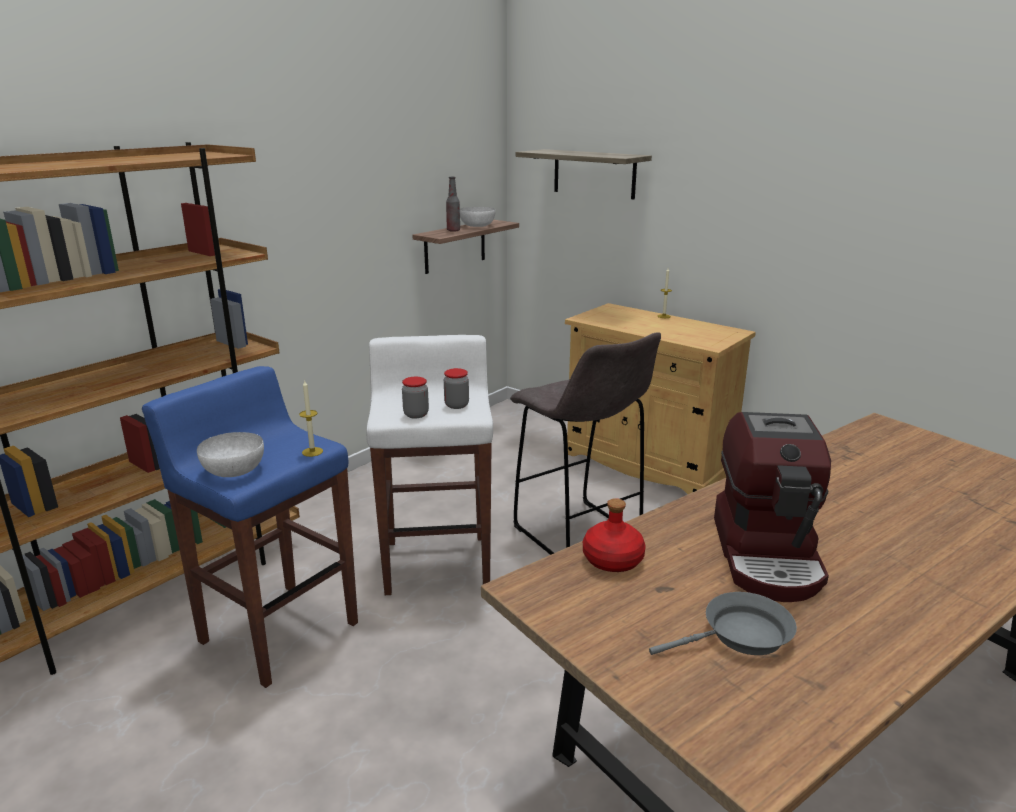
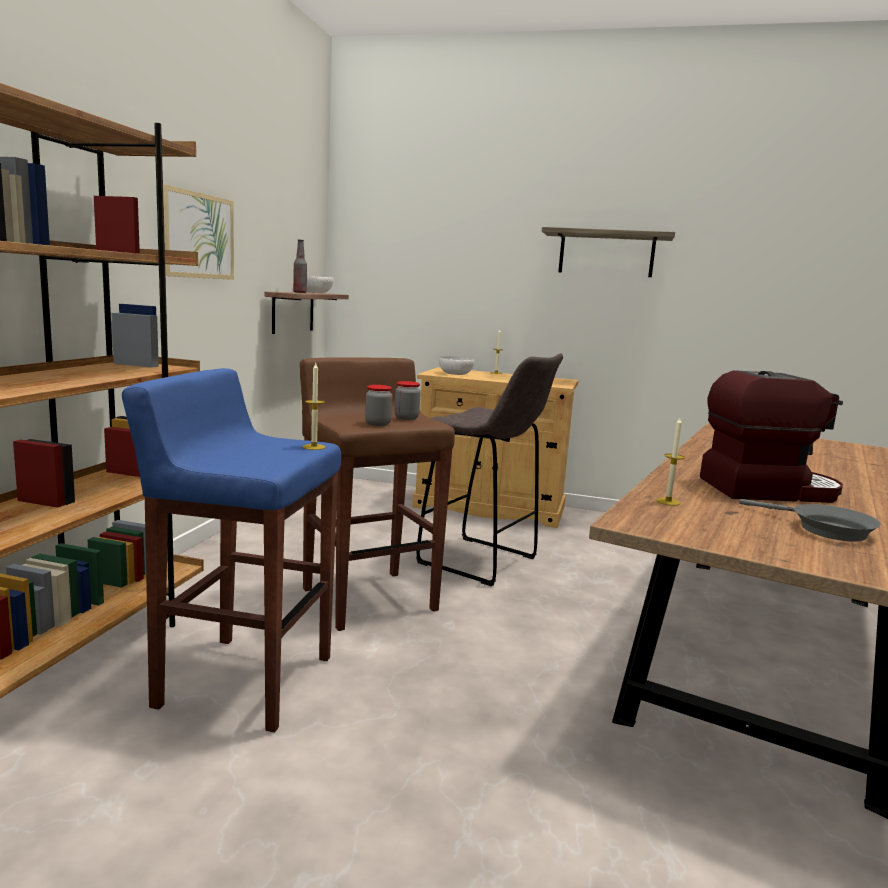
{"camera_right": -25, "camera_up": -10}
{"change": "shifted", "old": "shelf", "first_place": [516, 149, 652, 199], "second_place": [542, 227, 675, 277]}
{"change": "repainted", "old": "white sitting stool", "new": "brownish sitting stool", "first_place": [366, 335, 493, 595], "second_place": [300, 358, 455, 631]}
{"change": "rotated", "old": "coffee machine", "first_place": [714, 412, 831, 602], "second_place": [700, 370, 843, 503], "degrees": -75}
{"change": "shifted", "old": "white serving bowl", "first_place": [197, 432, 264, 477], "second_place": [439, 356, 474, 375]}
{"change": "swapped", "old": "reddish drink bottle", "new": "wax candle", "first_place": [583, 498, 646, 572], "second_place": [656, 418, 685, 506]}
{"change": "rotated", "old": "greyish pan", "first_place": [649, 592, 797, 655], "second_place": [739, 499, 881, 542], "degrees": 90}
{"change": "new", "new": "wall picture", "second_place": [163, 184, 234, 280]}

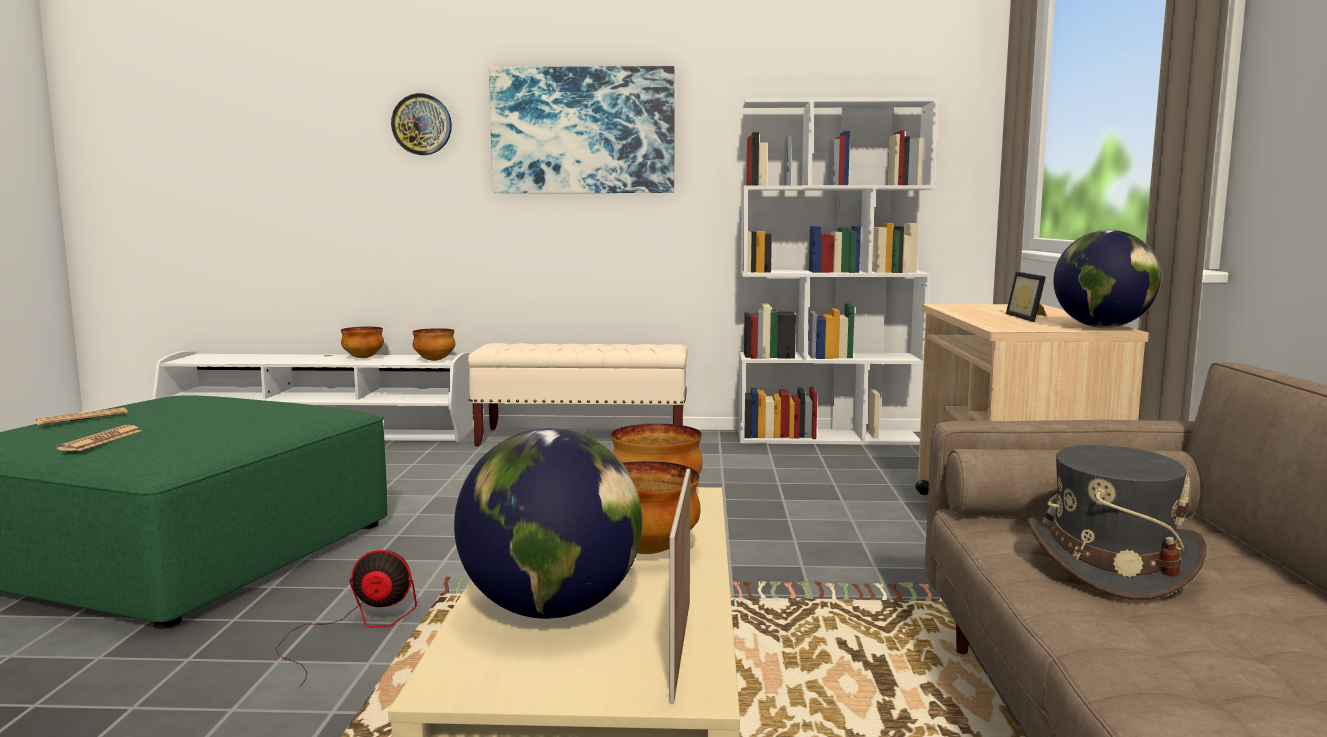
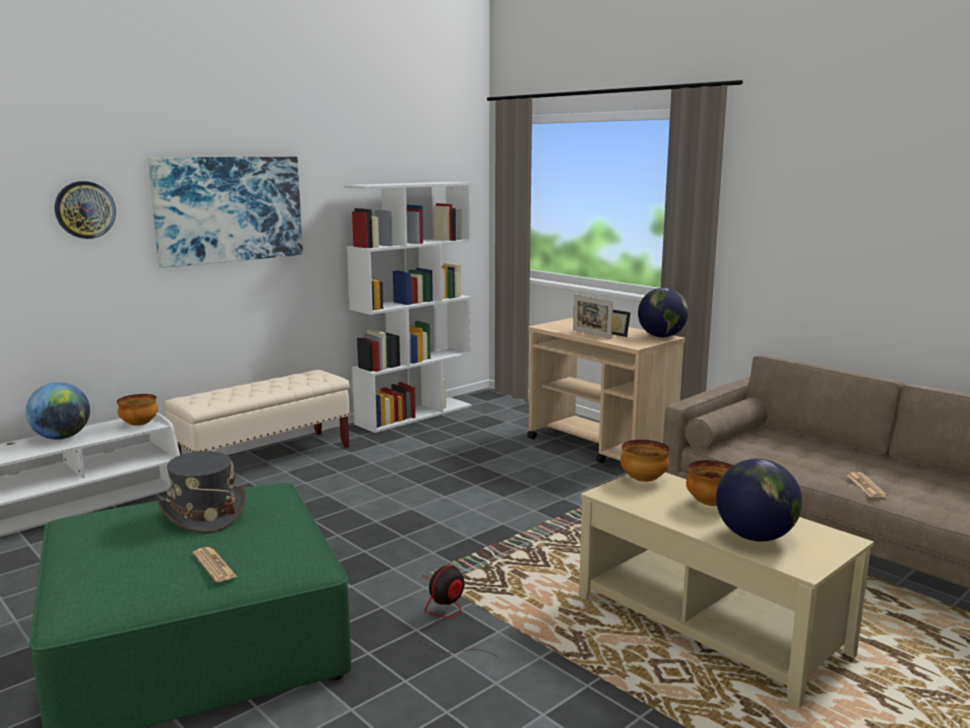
{"camera_right": -45, "camera_up": 5}
{"change": "swapped", "old": "serving bowl", "new": "world globe", "first_place": [341, 327, 384, 358], "second_place": [26, 382, 90, 439]}
{"change": "shifted", "old": "printed paper", "first_place": [35, 407, 128, 425], "second_place": [847, 472, 887, 498]}
{"change": "shifted", "old": "greyish wearable hat", "first_place": [1028, 445, 1206, 600], "second_place": [158, 451, 246, 533]}
{"change": "shifted", "old": "photo frame", "first_place": [669, 469, 690, 703], "second_place": [573, 294, 613, 339]}

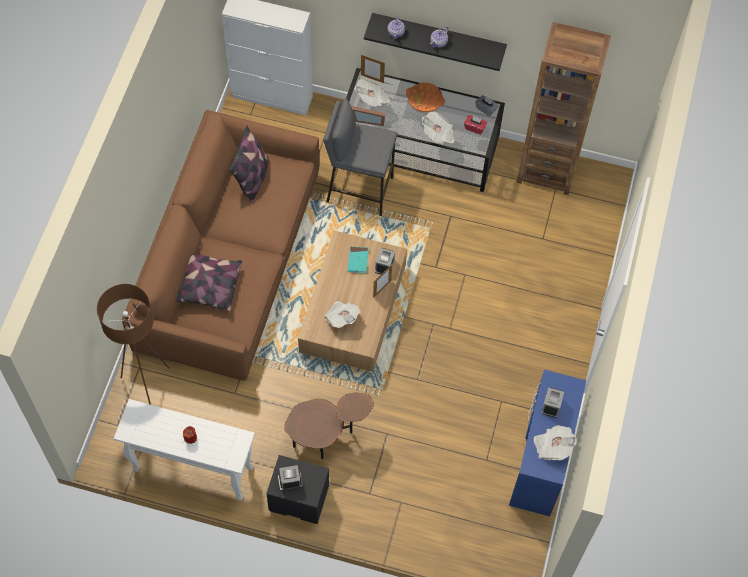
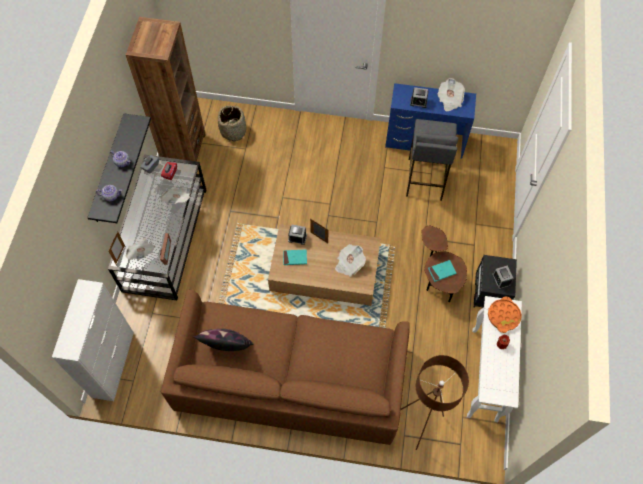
{"camera_right": -95, "camera_up": 0}
{"change": "shifted", "old": "orangey tray", "first_place": [405, 83, 445, 112], "second_place": [488, 297, 522, 333]}
{"change": "shifted", "old": "greyish sitting stool", "first_place": [323, 98, 397, 216], "second_place": [406, 119, 458, 201]}
{"change": "gone", "old": "cushion", "first_place": [175, 255, 242, 312]}
{"change": "new", "new": "storage basket", "second_place": [218, 105, 246, 142]}
{"change": "new", "new": "turquoise-coloured bound book", "second_place": [428, 260, 456, 282]}

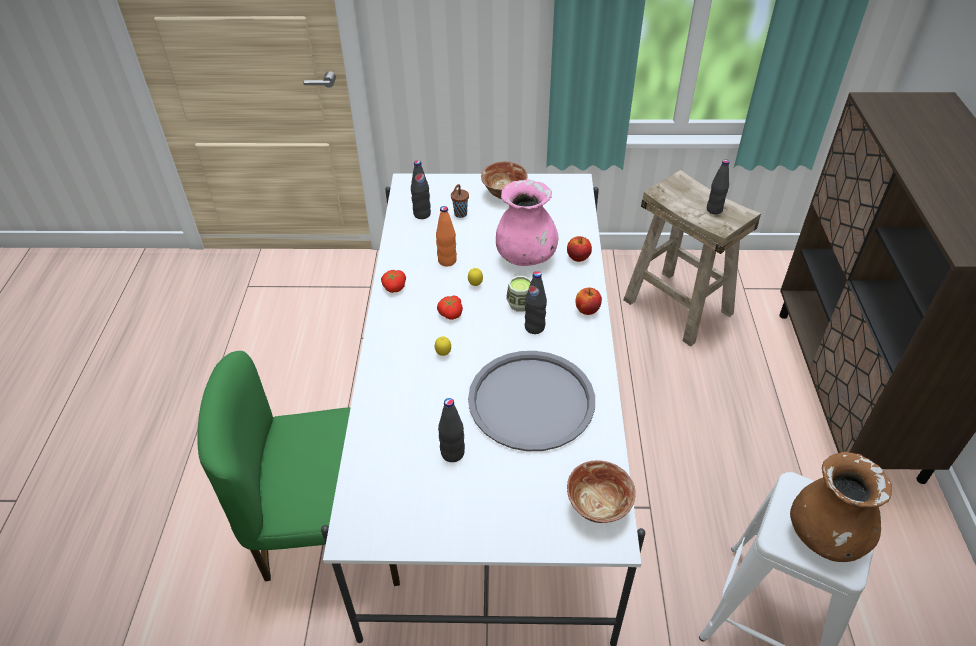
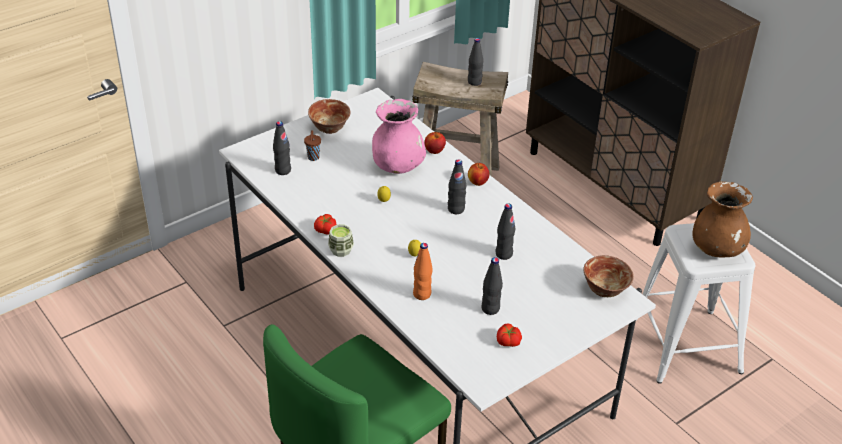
{"camera_right": -40, "camera_up": -5}
{"change": "shifted", "old": "orangey drink bottle", "first_place": [436, 206, 457, 267], "second_place": [413, 243, 433, 300]}
{"change": "shifted", "old": "cup", "first_place": [506, 276, 531, 312], "second_place": [328, 224, 354, 257]}
{"change": "shifted", "old": "tomato", "first_place": [437, 295, 463, 320], "second_place": [497, 323, 522, 347]}
{"change": "swapped", "old": "greyish tray", "new": "black-coloured drink bottle", "first_place": [468, 351, 595, 451], "second_place": [496, 203, 515, 260]}

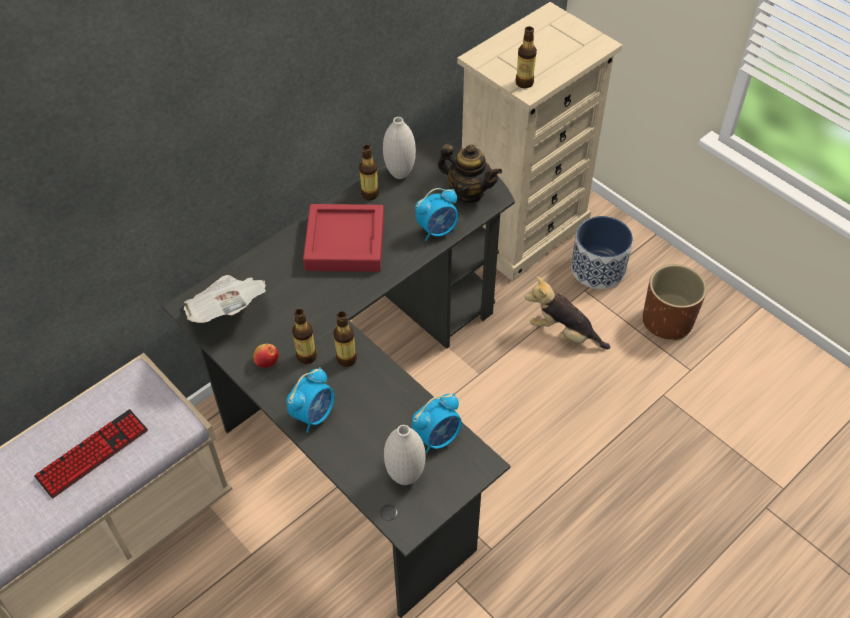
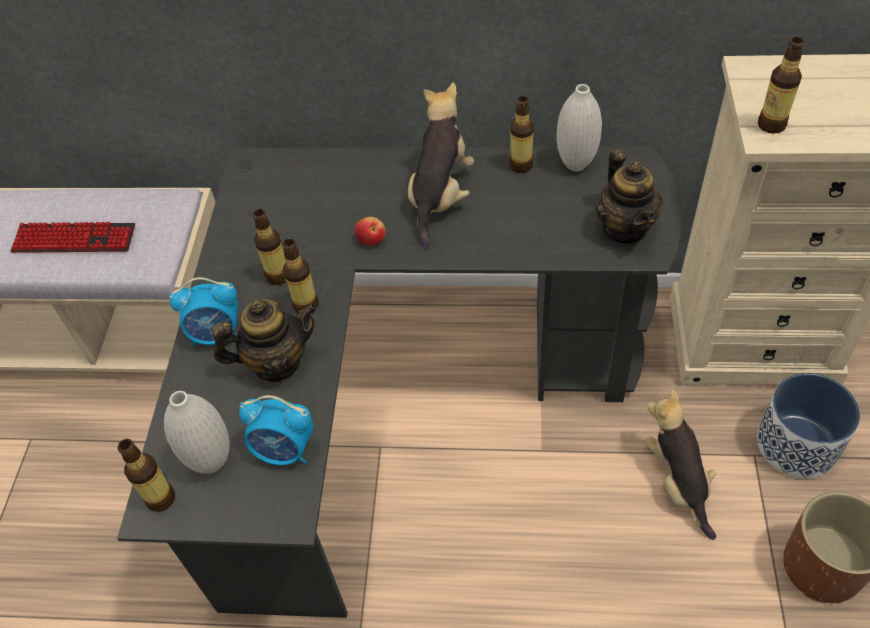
{"camera_right": 50, "camera_up": 0}
{"change": "gone", "old": "bedside clock", "first_place": [415, 188, 458, 241]}
{"change": "swapped", "old": "reddish tray", "new": "soft toy", "first_place": [303, 204, 384, 272], "second_place": [408, 82, 474, 249]}
{"change": "gone", "old": "printed paper", "first_place": [184, 275, 266, 323]}
{"change": "shifted", "old": "whole apple", "first_place": [253, 344, 278, 368], "second_place": [355, 217, 386, 246]}
{"change": "new", "new": "pot for tea", "second_place": [212, 299, 317, 382]}
{"change": "new", "new": "drink bottle", "second_place": [118, 439, 175, 512]}

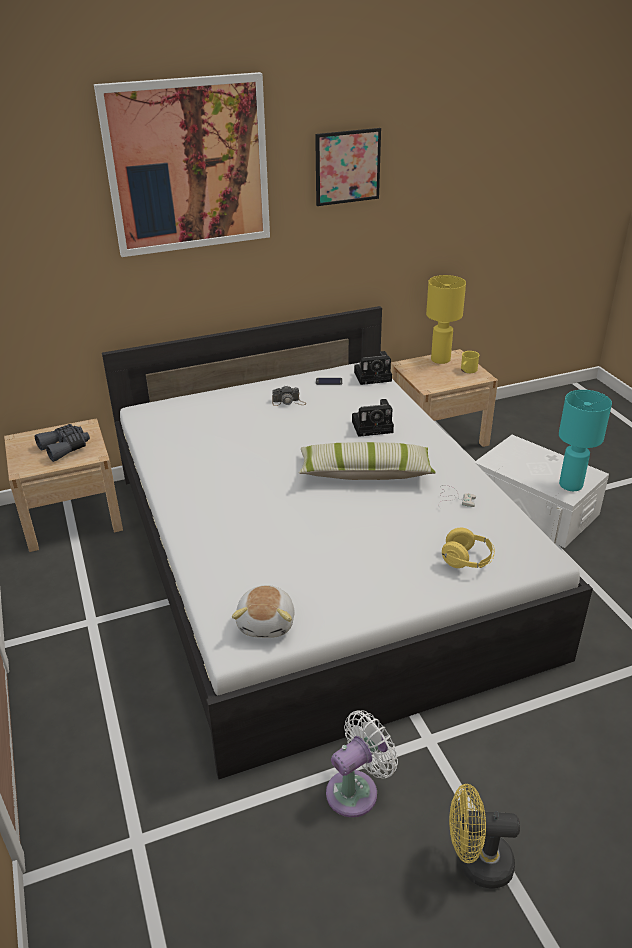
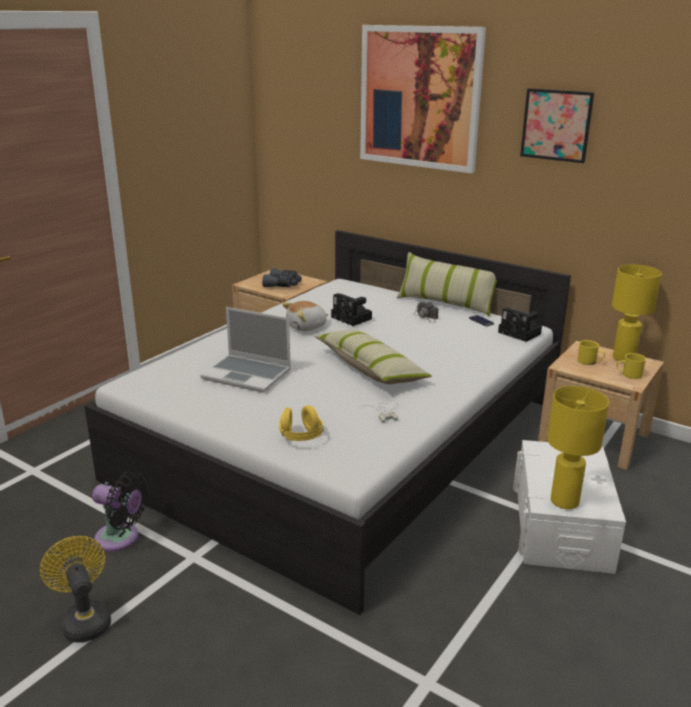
{"camera_right": 55, "camera_up": -10}
{"change": "repainted", "old": "turquoise-coloured table lamp", "new": "yellowish table lamp", "first_place": [559, 390, 612, 491], "second_place": [547, 386, 609, 509]}
{"change": "shifted", "old": "still camera", "first_place": [352, 399, 394, 437], "second_place": [331, 293, 372, 326]}
{"change": "shifted", "old": "soft toy", "first_place": [232, 585, 295, 638], "second_place": [282, 301, 329, 331]}
{"change": "repainted", "old": "white cooling fan", "new": "black-coloured cooling fan", "first_place": [326, 710, 398, 817], "second_place": [92, 471, 148, 551]}
{"change": "new", "new": "cushion", "second_place": [397, 252, 497, 316]}
{"change": "new", "new": "notebook computer", "second_place": [200, 307, 291, 393]}
{"change": "new", "new": "yellowish tea mug", "second_place": [577, 340, 605, 365]}

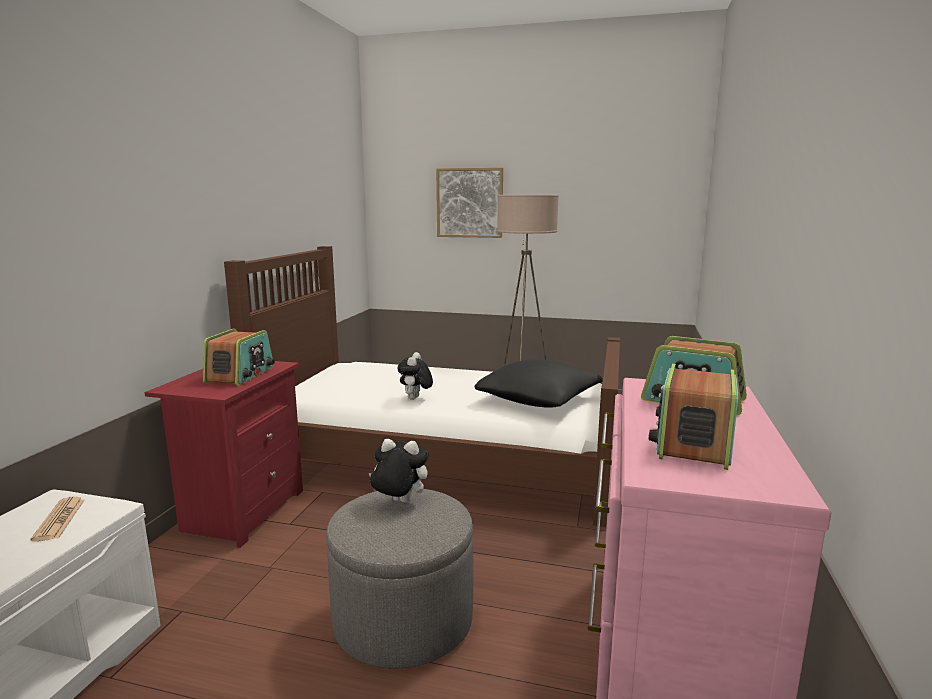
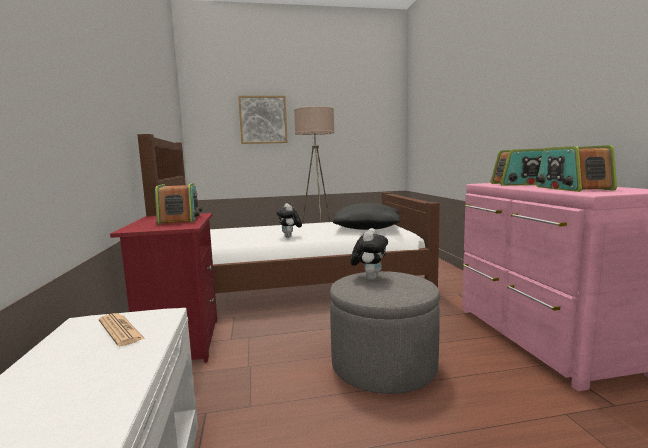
{"camera_right": -25, "camera_up": -5}
{"change": "rotated", "old": "soft toy", "first_place": [369, 439, 429, 503], "second_place": [350, 228, 388, 280], "degrees": 120}

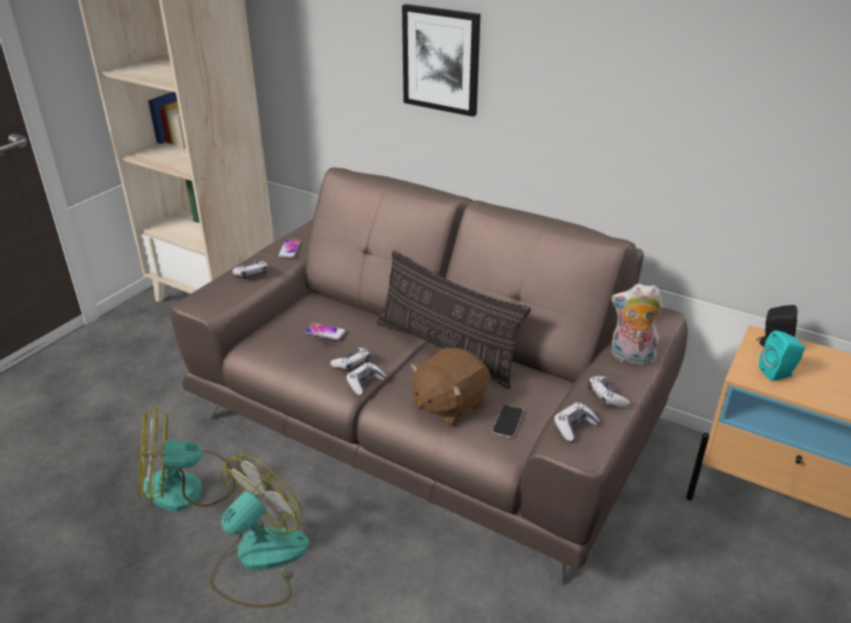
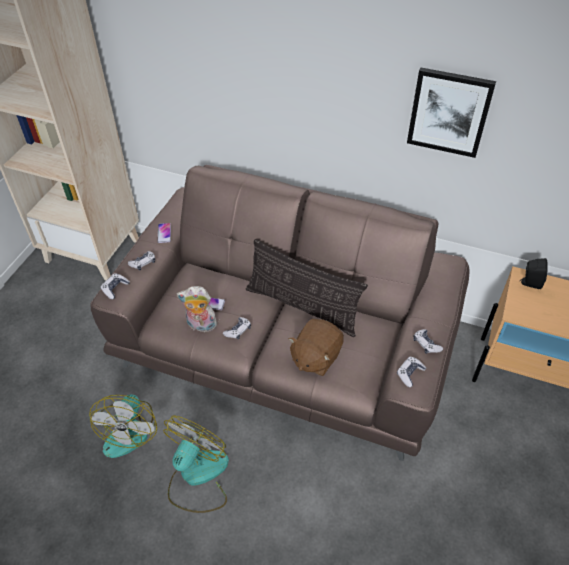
{"camera_right": -10, "camera_up": 15}
{"change": "shifted", "old": "wall picture", "first_place": [402, 4, 481, 117], "second_place": [407, 67, 496, 158]}
{"change": "shifted", "old": "soft toy", "first_place": [611, 284, 663, 368], "second_place": [177, 286, 217, 332]}
{"change": "gone", "old": "turquoise-coloured loudspeaker", "first_place": [759, 331, 805, 381]}
{"change": "shifted", "old": "joypad", "first_place": [346, 362, 387, 396], "second_place": [101, 273, 130, 299]}
{"change": "gone", "old": "telephone", "first_place": [492, 405, 523, 438]}
{"change": "rotated", "old": "cooling fan", "first_place": [139, 407, 236, 512], "second_place": [89, 395, 157, 458], "degrees": -60}

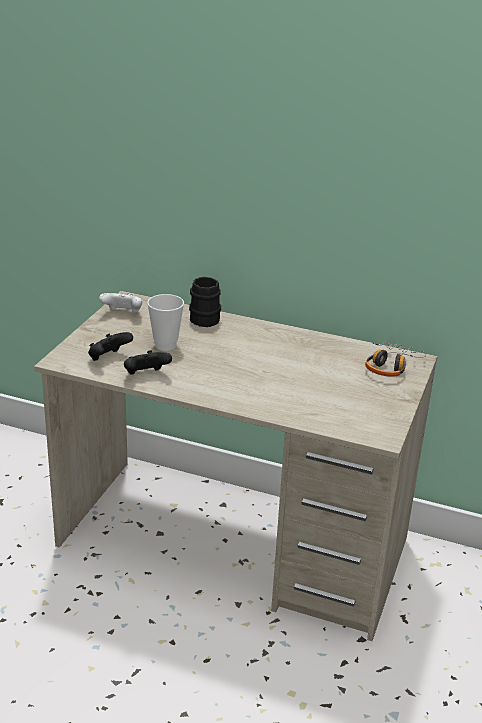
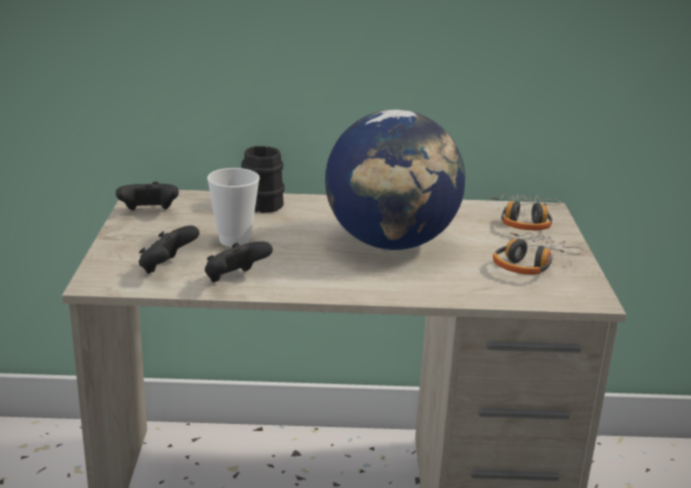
{"camera_right": -20, "camera_up": -5}
{"change": "repainted", "old": "white joypad", "new": "black-coloured joypad", "first_place": [99, 293, 142, 313], "second_place": [116, 182, 179, 210]}
{"change": "new", "new": "world globe", "second_place": [325, 110, 465, 250]}
{"change": "new", "new": "headphones", "second_place": [493, 232, 584, 275]}

